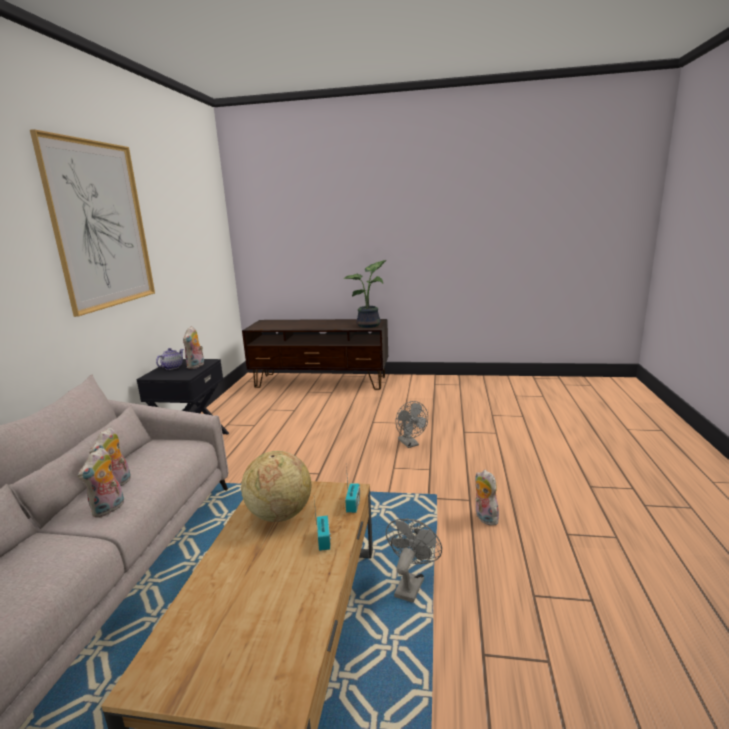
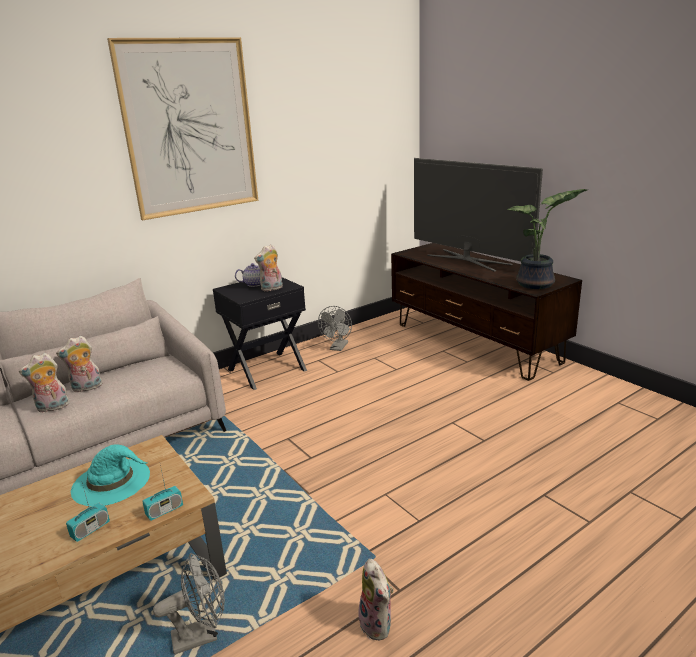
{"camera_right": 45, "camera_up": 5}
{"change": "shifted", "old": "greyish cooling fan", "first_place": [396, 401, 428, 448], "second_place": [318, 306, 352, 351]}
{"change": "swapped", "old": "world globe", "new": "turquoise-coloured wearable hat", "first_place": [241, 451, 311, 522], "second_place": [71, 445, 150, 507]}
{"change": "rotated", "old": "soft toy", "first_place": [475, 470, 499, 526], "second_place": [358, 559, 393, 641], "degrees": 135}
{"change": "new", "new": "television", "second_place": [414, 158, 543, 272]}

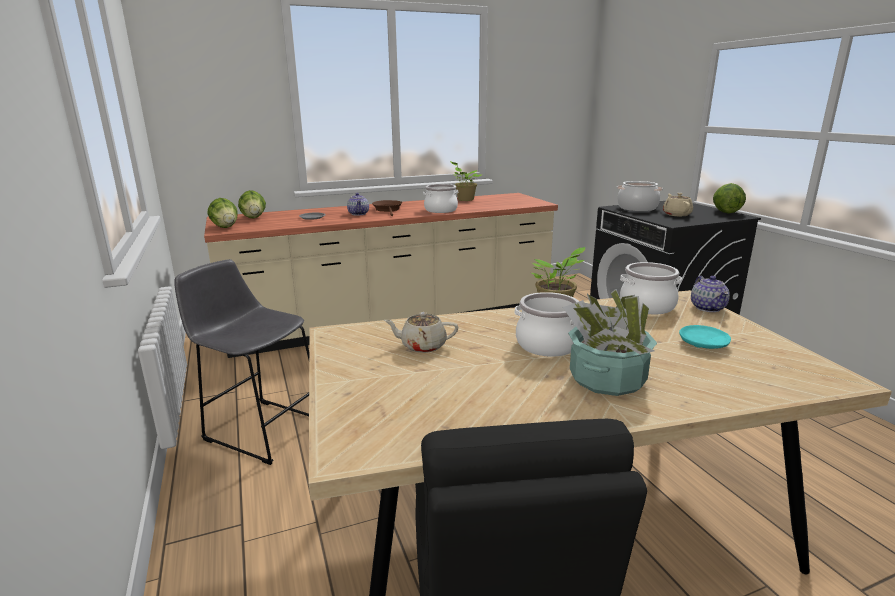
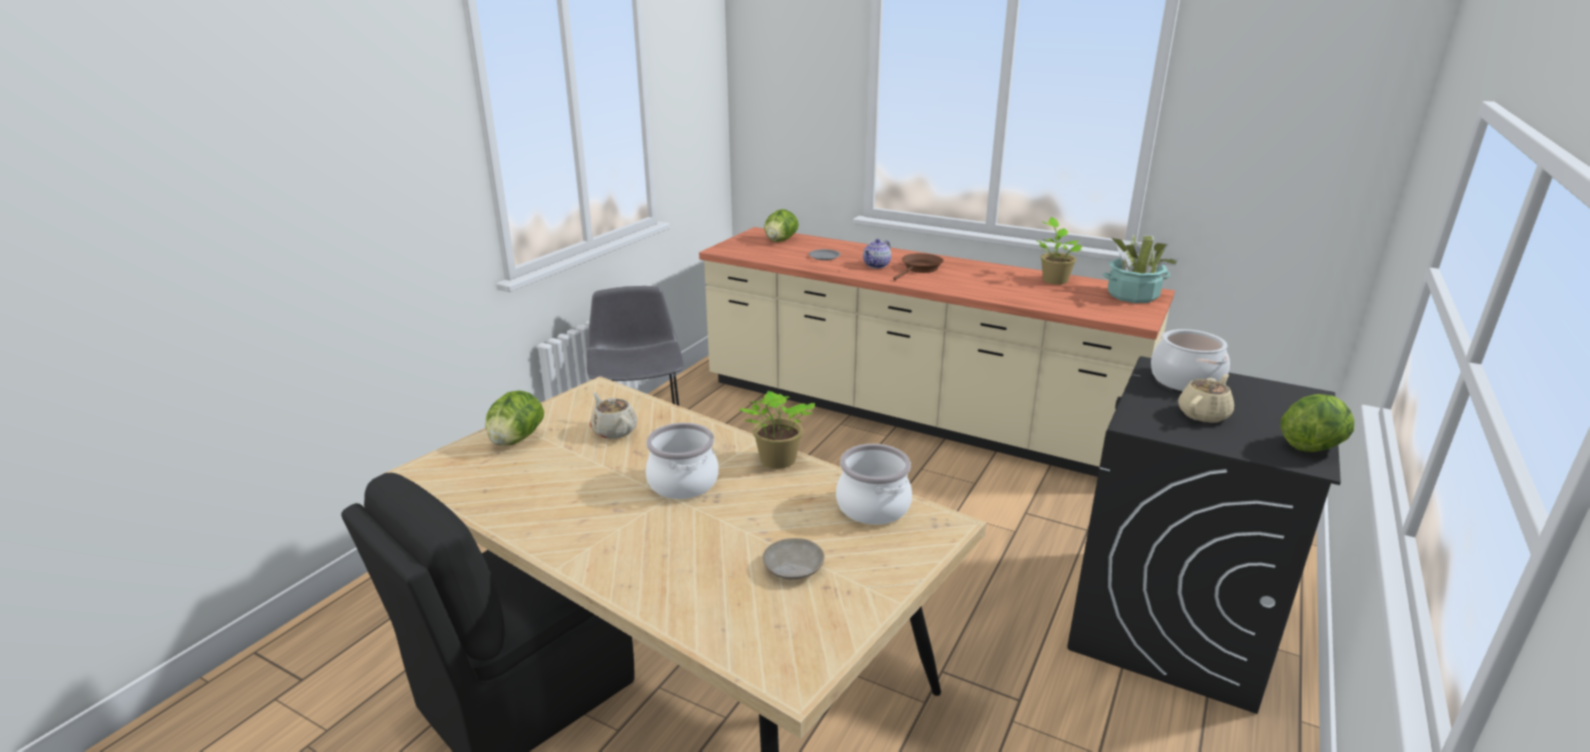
{"camera_right": 50, "camera_up": 5}
{"change": "gone", "old": "cooking pot", "first_place": [423, 184, 458, 213]}
{"change": "shifted", "old": "lettuce", "first_place": [207, 198, 238, 228], "second_place": [485, 390, 544, 446]}
{"change": "gone", "old": "pot for tea", "first_place": [691, 276, 730, 312]}
{"change": "shifted", "old": "potted plant", "first_place": [563, 289, 657, 396], "second_place": [1103, 235, 1179, 303]}
{"change": "repainted", "old": "turquoise-coloured dinner plate", "new": "sand-coloured dinner plate", "first_place": [679, 325, 731, 349], "second_place": [763, 538, 824, 580]}

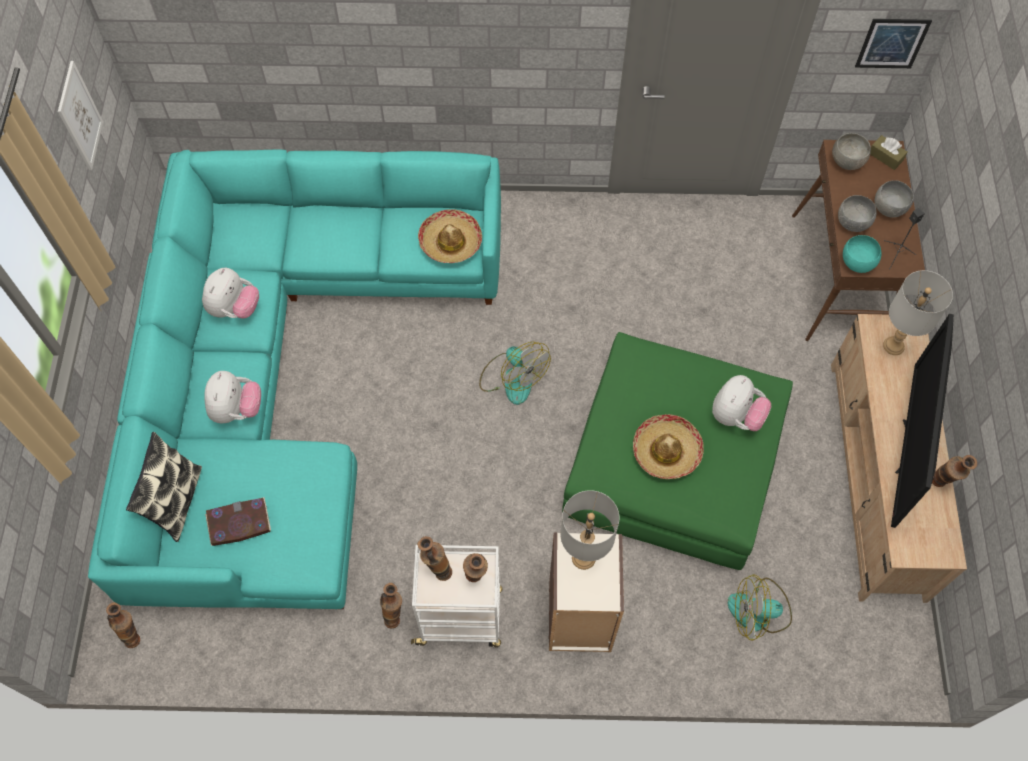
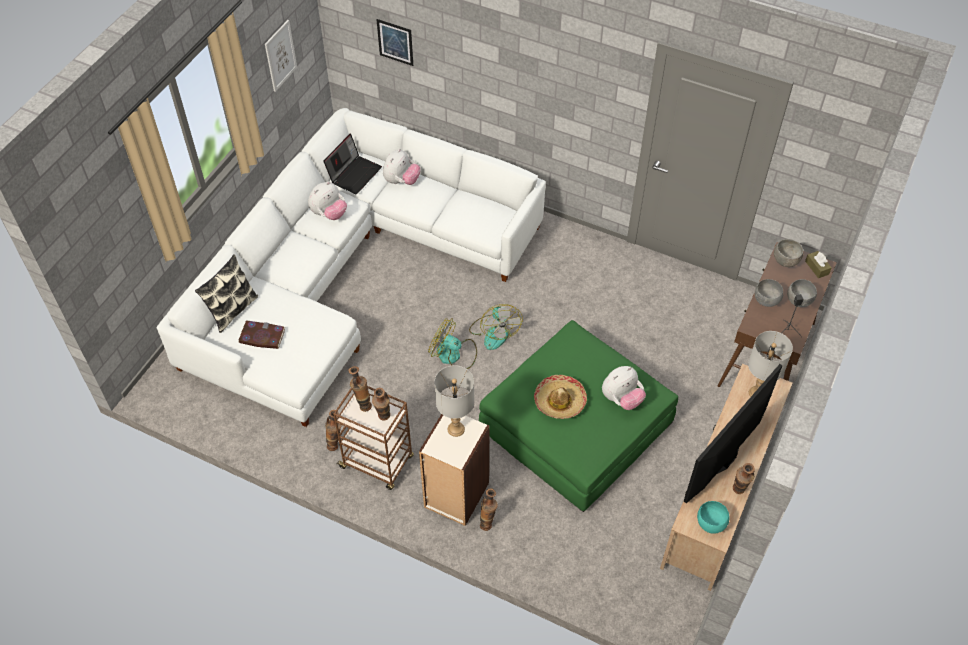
{"camera_right": 25, "camera_up": -10}
{"change": "shifted", "old": "wall picture", "first_place": [855, 19, 932, 68], "second_place": [376, 19, 413, 66]}
{"change": "repainted", "old": "turquoise-coloured settee", "new": "white settee", "first_place": [88, 149, 501, 609], "second_place": [157, 108, 546, 427]}
{"change": "gone", "old": "wearable hat", "first_place": [418, 209, 482, 263]}
{"change": "shifted", "old": "turquoise-coloured serving bowl", "first_place": [843, 235, 881, 273], "second_place": [697, 501, 730, 534]}
{"change": "shifted", "old": "soft toy", "first_place": [204, 371, 261, 423], "second_place": [383, 149, 421, 185]}
{"change": "repainted", "old": "white trolley", "new": "brownish trolley", "first_place": [411, 545, 502, 647], "second_place": [333, 386, 414, 490]}
{"change": "shifted", "old": "cooling fan", "first_place": [727, 575, 792, 641], "second_place": [428, 318, 477, 369]}
{"change": "shifted", "old": "flower vase", "first_place": [106, 602, 140, 648], "second_place": [480, 488, 498, 531]}
{"change": "new", "new": "notebook computer", "second_place": [323, 133, 382, 194]}

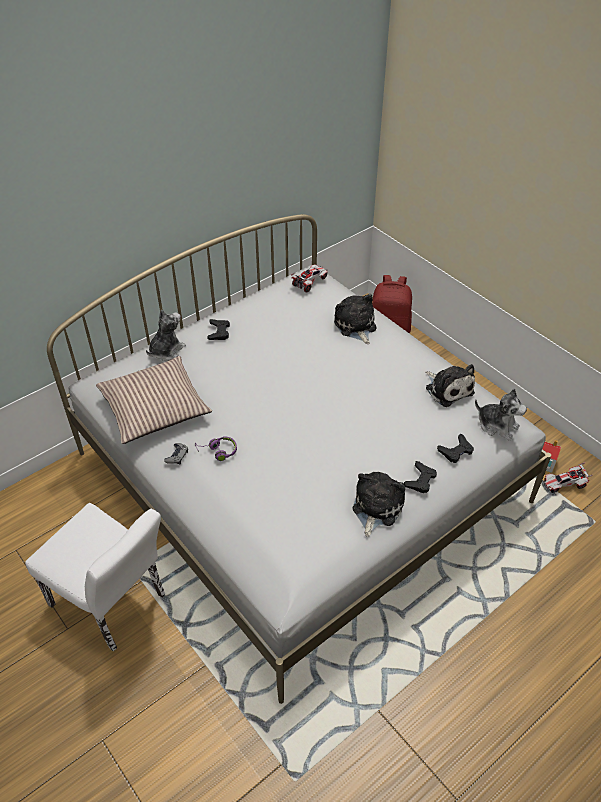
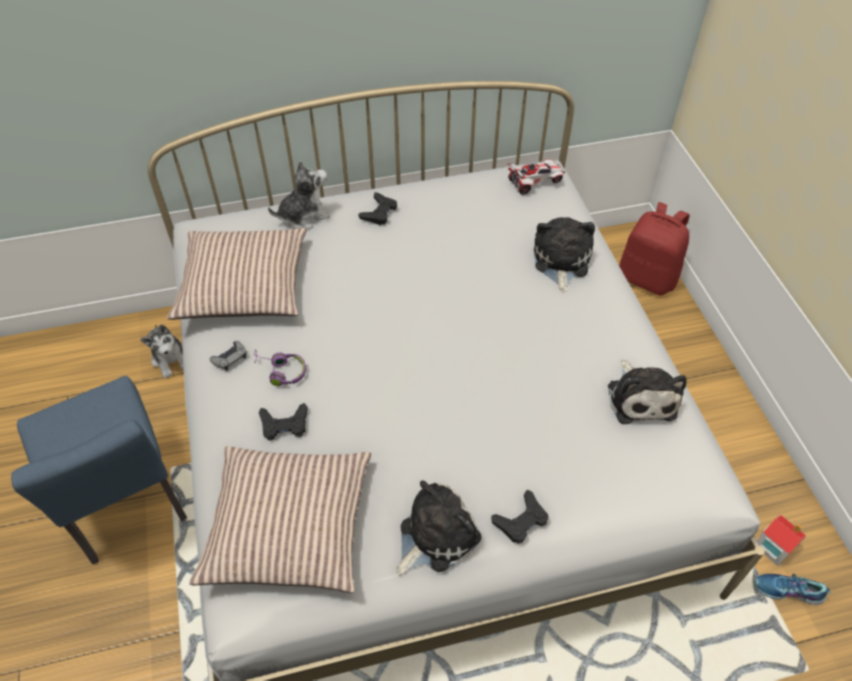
{"camera_right": 25, "camera_up": 5}
{"change": "shifted", "old": "soft toy", "first_place": [475, 388, 527, 440], "second_place": [140, 324, 184, 378]}
{"change": "shifted", "old": "black-coloured joypad", "first_place": [437, 433, 474, 463], "second_place": [259, 403, 308, 441]}
{"change": "swapped", "old": "miniature car", "new": "item of footwear", "first_place": [543, 462, 592, 493], "second_place": [755, 574, 831, 605]}
{"change": "repainted", "old": "white upright chair", "new": "blue upright chair", "first_place": [25, 503, 165, 651], "second_place": [11, 376, 187, 564]}
{"change": "new", "new": "cushion", "second_place": [189, 446, 371, 593]}

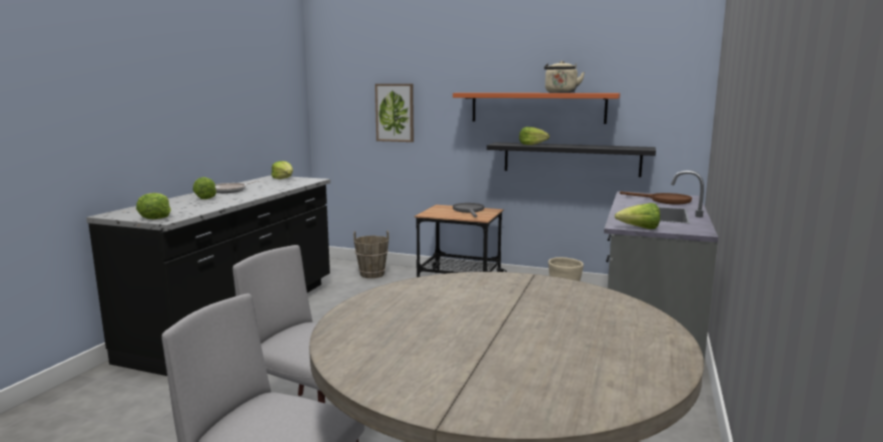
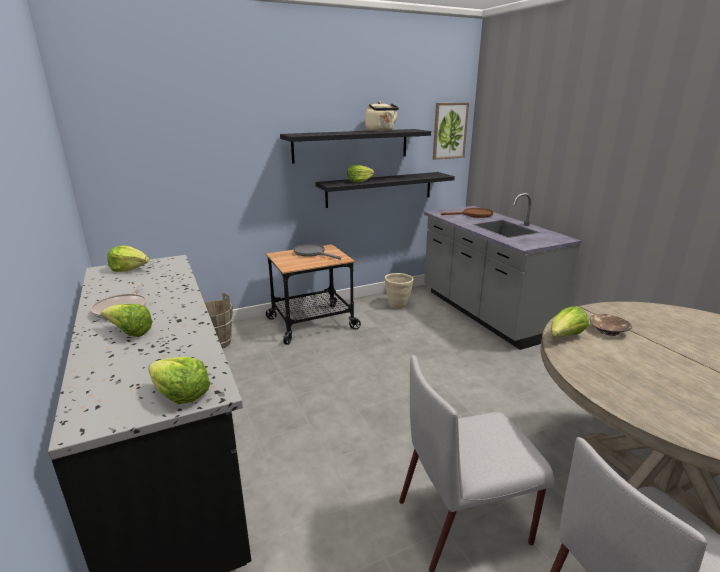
{"camera_right": -45, "camera_up": 10}
{"change": "shifted", "old": "wall picture", "first_place": [375, 84, 414, 142], "second_place": [433, 103, 469, 160]}
{"change": "repainted", "old": "orangey shelf", "new": "black-coloured shelf", "first_place": [453, 93, 620, 124], "second_place": [280, 129, 431, 163]}
{"change": "shifted", "old": "lettuce", "first_place": [615, 203, 660, 229], "second_place": [551, 306, 589, 337]}
{"change": "new", "new": "brownish serving bowl", "second_place": [590, 314, 632, 336]}

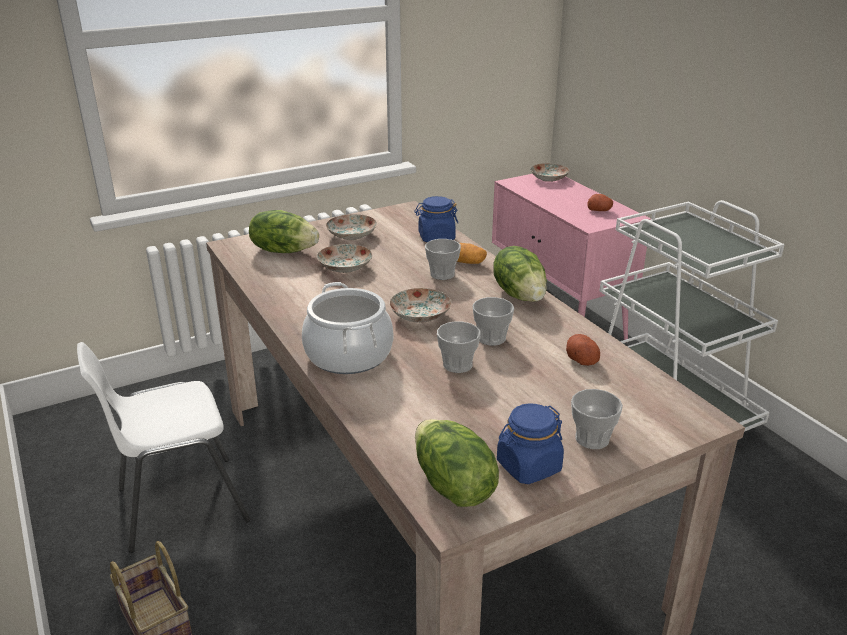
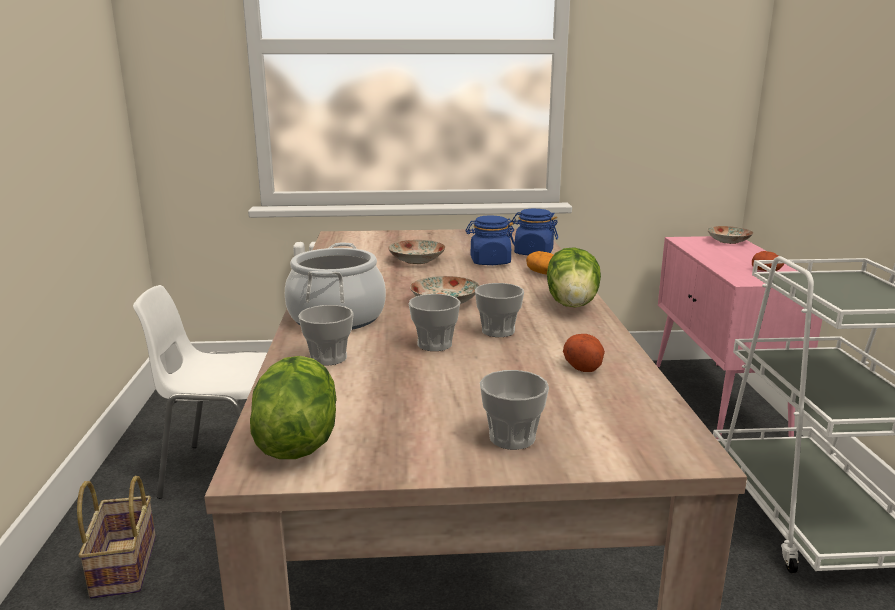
{"camera_right": 25, "camera_up": -10}
{"change": "gone", "old": "lettuce", "first_place": [249, 210, 319, 253]}
{"change": "gone", "old": "dinner plate", "first_place": [326, 214, 377, 240]}
{"change": "shifted", "old": "cup", "first_place": [425, 239, 461, 280], "second_place": [298, 305, 354, 366]}
{"change": "shifted", "old": "blue storage jar", "first_place": [497, 403, 564, 484], "second_place": [466, 216, 515, 265]}

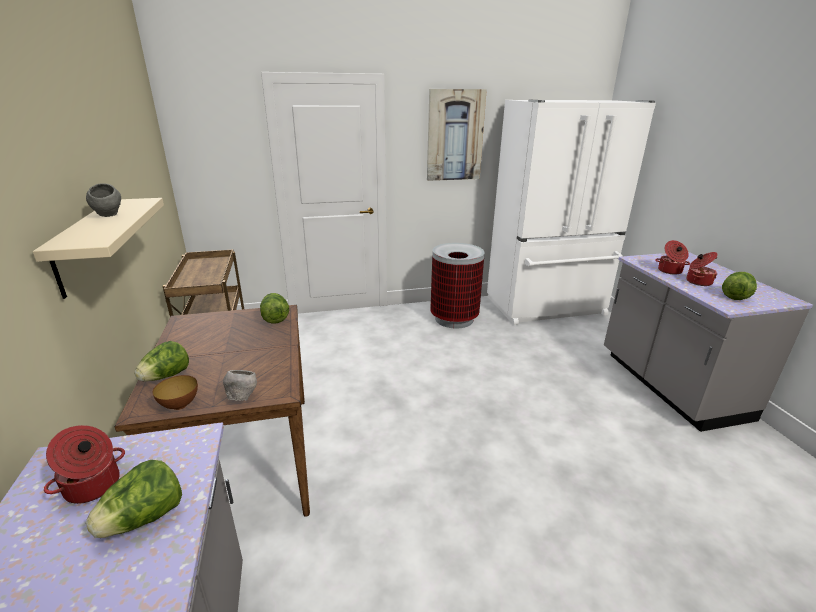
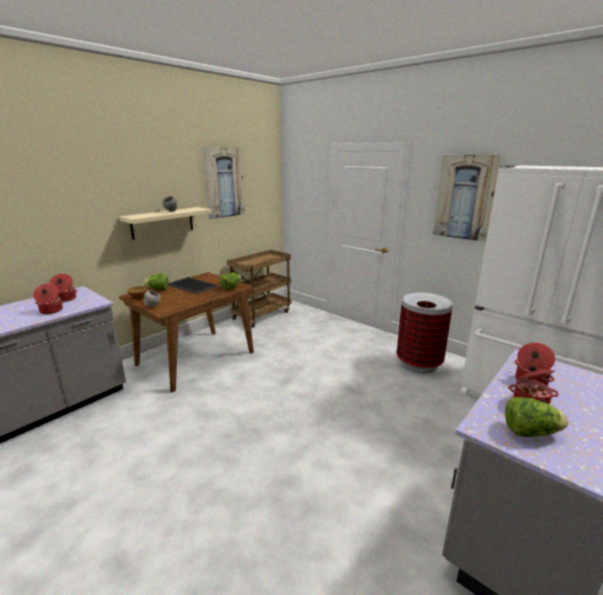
{"camera_right": 55, "camera_up": -5}
{"change": "swapped", "old": "lettuce", "new": "cooking pot", "first_place": [86, 460, 182, 538], "second_place": [33, 284, 64, 314]}
{"change": "new", "new": "wall picture", "second_place": [203, 147, 245, 219]}
{"change": "new", "new": "tray", "second_place": [168, 277, 217, 294]}

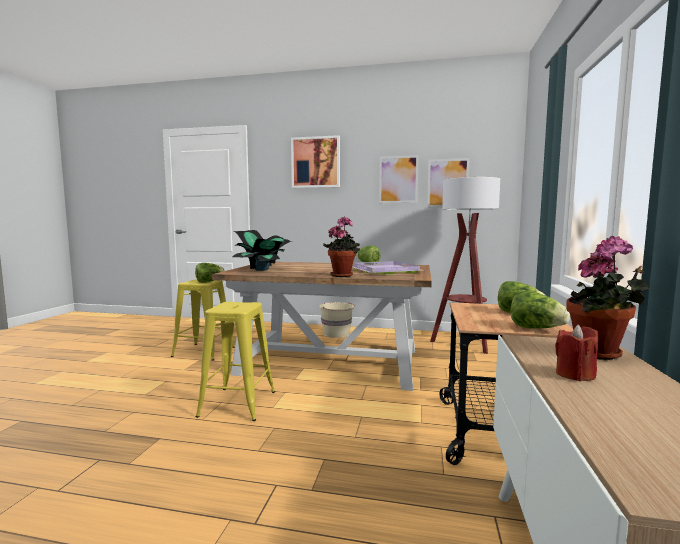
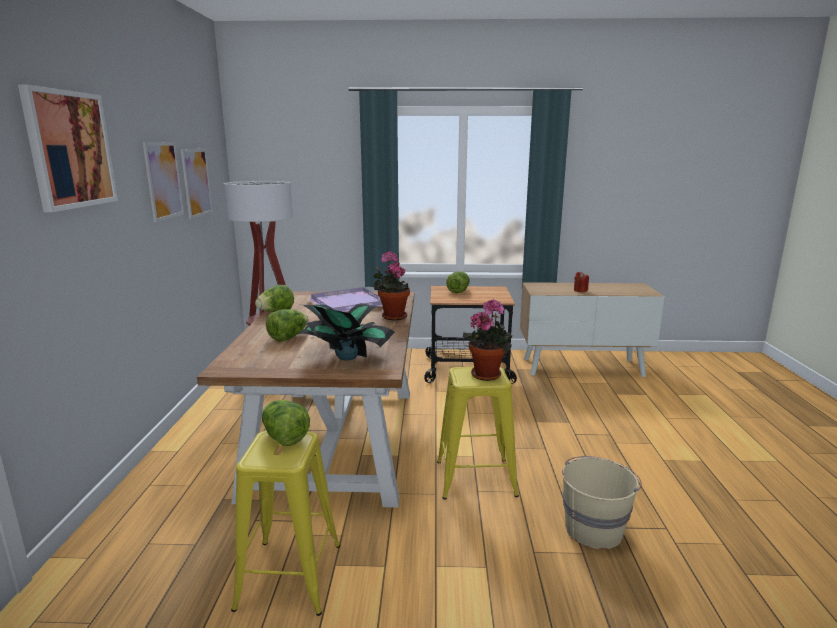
{"camera_right": -100, "camera_up": 10}
{"change": "shifted", "old": "potted plant", "first_place": [567, 236, 650, 360], "second_place": [463, 299, 513, 381]}
{"change": "shifted", "old": "lettuce", "first_place": [511, 291, 570, 329], "second_place": [266, 309, 308, 342]}
{"change": "shifted", "old": "sand-coloured water bucket", "first_place": [319, 302, 355, 338], "second_place": [562, 456, 642, 549]}

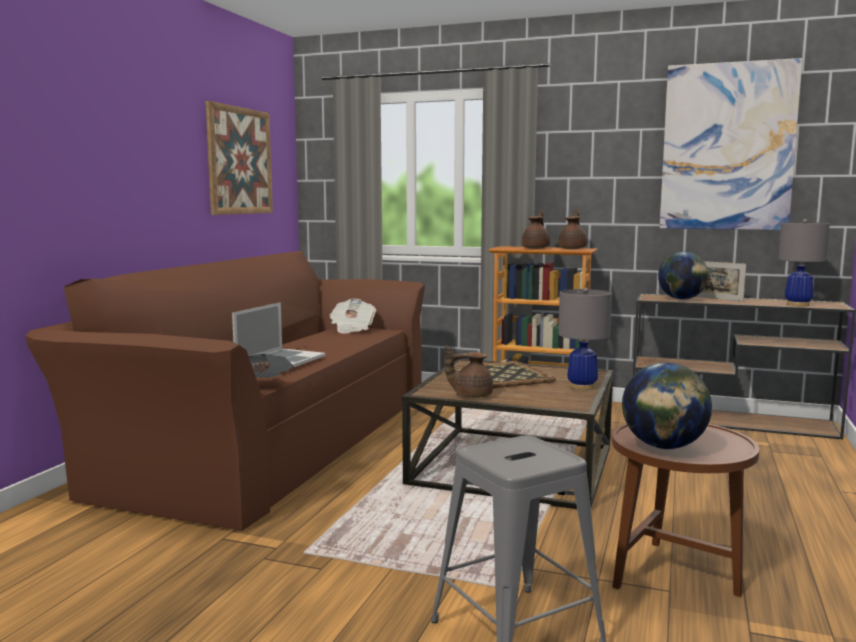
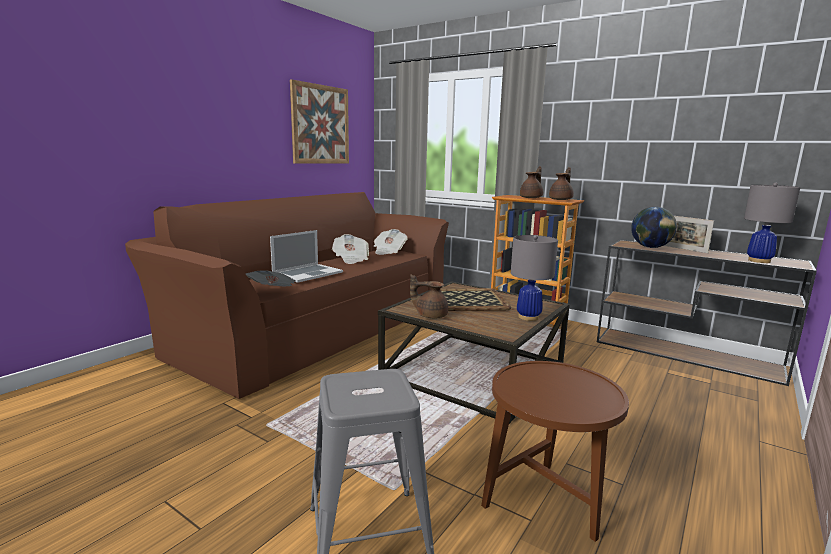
{"camera_right": 15, "camera_up": 5}
{"change": "gone", "old": "wall picture", "first_place": [660, 58, 803, 230]}
{"change": "gone", "old": "world globe", "first_place": [622, 362, 712, 450]}
{"change": "new", "new": "printed paper", "second_place": [332, 234, 369, 264]}

